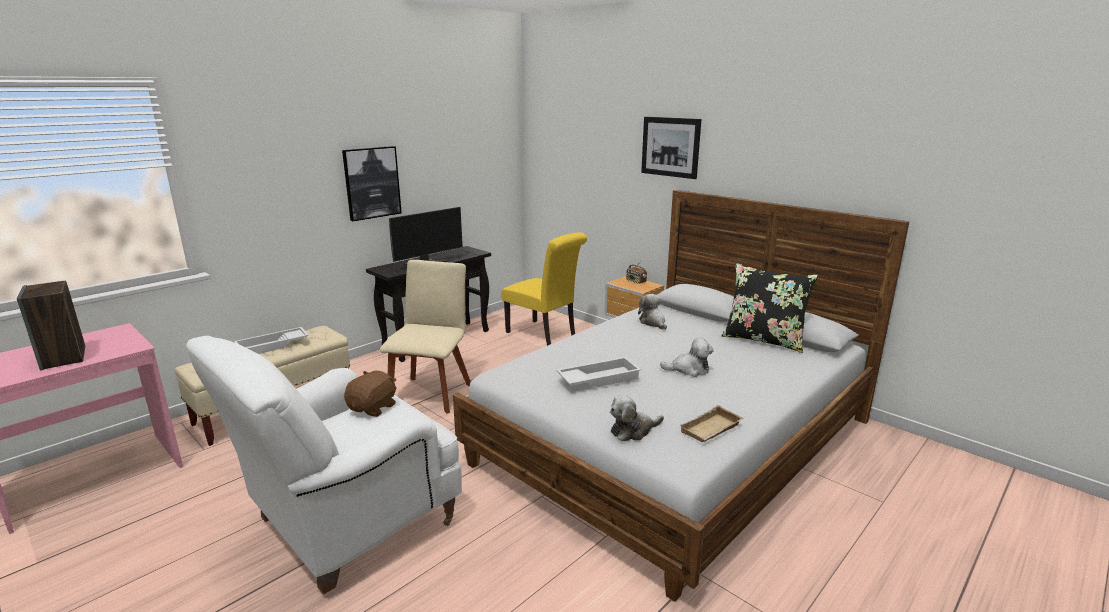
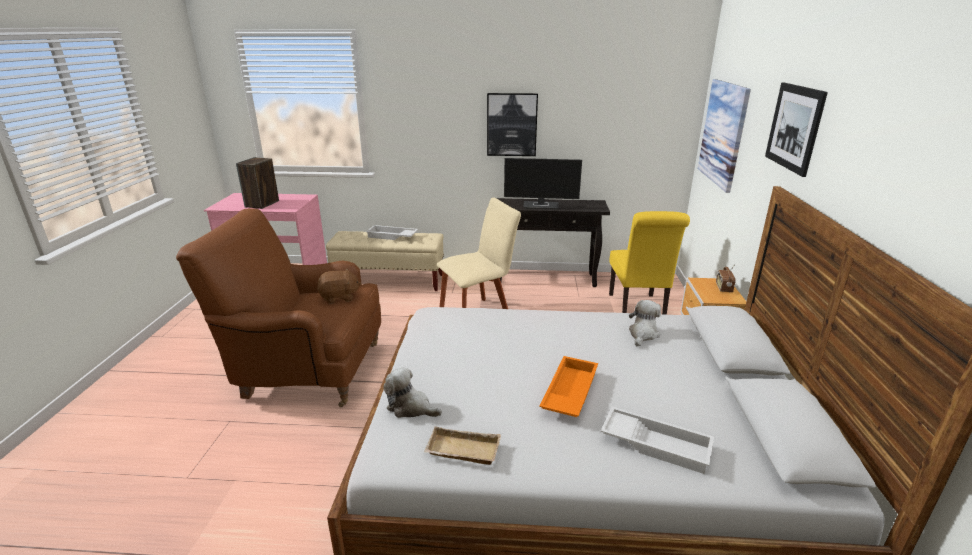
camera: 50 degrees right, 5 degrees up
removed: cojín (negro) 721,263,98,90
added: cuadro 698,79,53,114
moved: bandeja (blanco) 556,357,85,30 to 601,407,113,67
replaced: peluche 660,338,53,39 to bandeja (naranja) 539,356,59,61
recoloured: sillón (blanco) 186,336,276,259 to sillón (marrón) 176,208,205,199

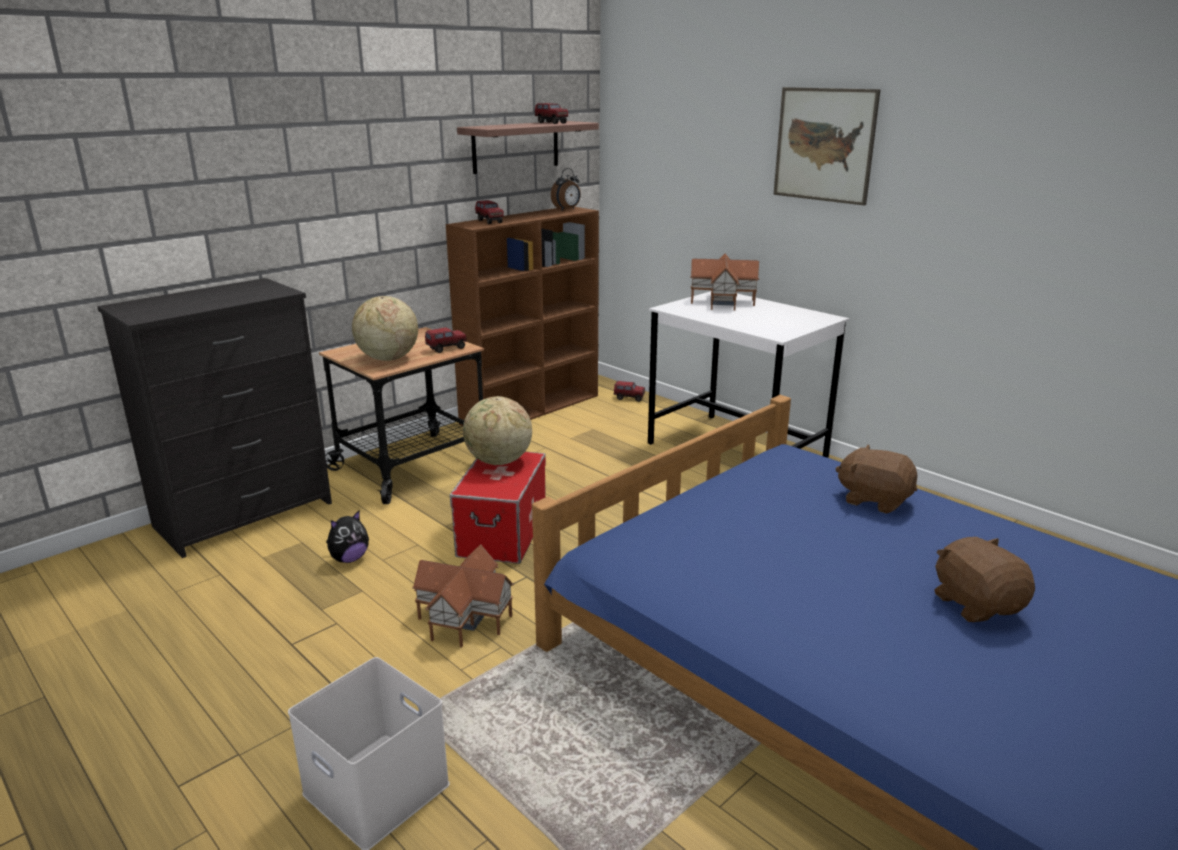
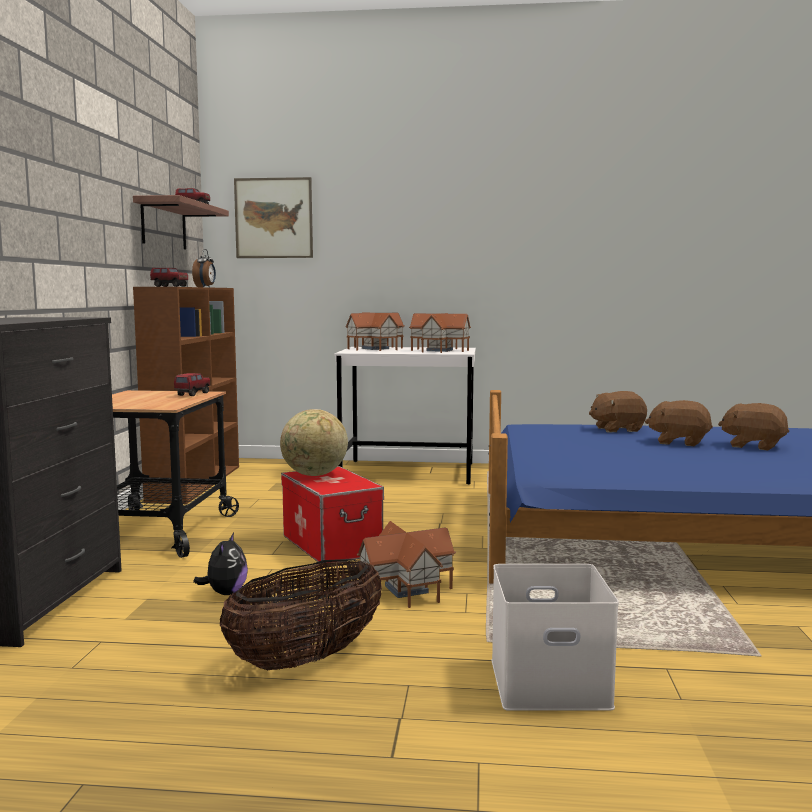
camera: 40 degrees left, 15 degrees down
removed: globo terráqueo 352,296,66,65; camión de juguete 614,381,31,21
added: cesta 220,559,162,111; casita 409,313,62,40; peluche (marrón) 645,400,68,46
moved: cuadro 774,87,107,119 to 234,177,79,81

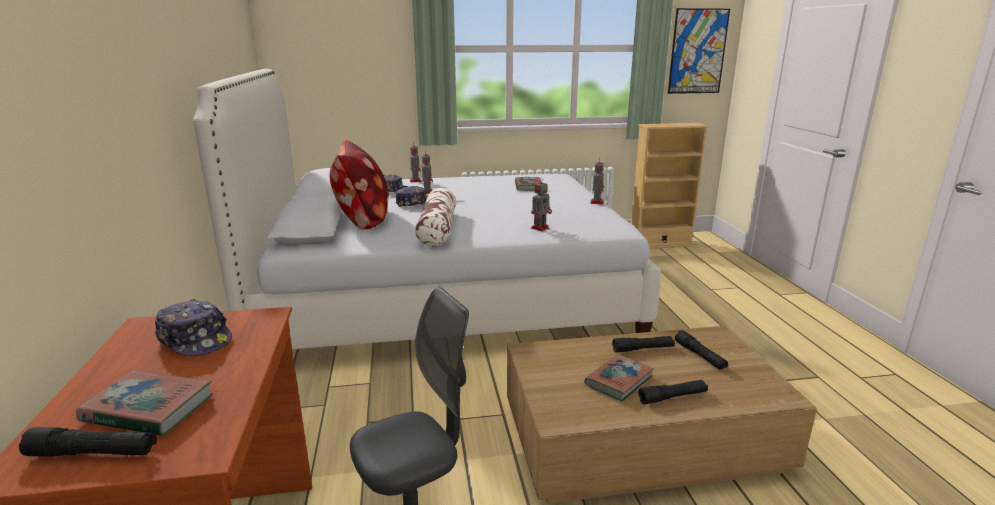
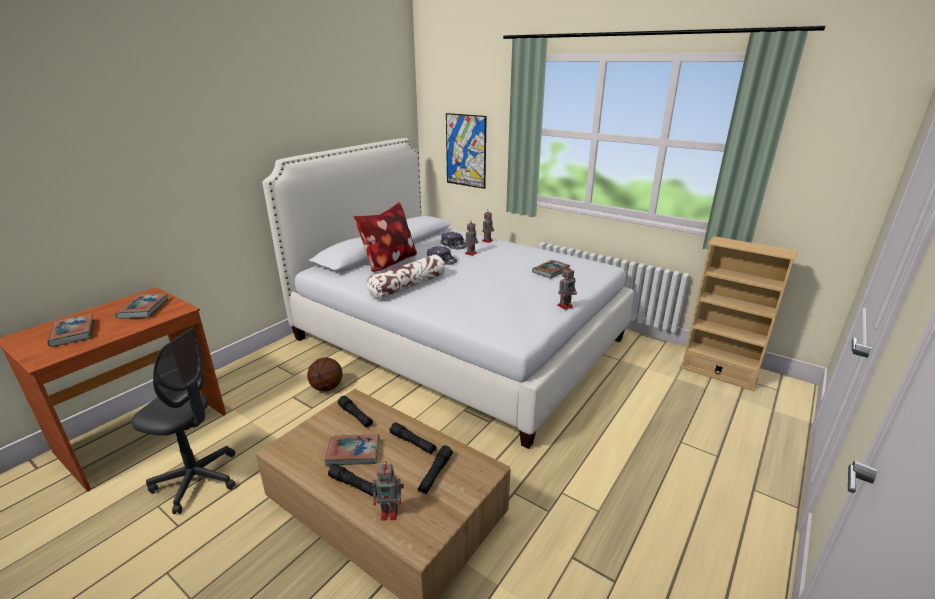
camera: 45 degrees right, 5 degrees up
added: balón de baloncesto 307,357,36,34
moved: linterna (negro) 19,427,138,30 to 338,396,35,32; robot de juguete 531,177,21,54 to 372,461,32,60; cuadro 668,8,62,86 to 446,113,41,76
replaced: gorra 155,299,77,57 to libro 116,293,52,26

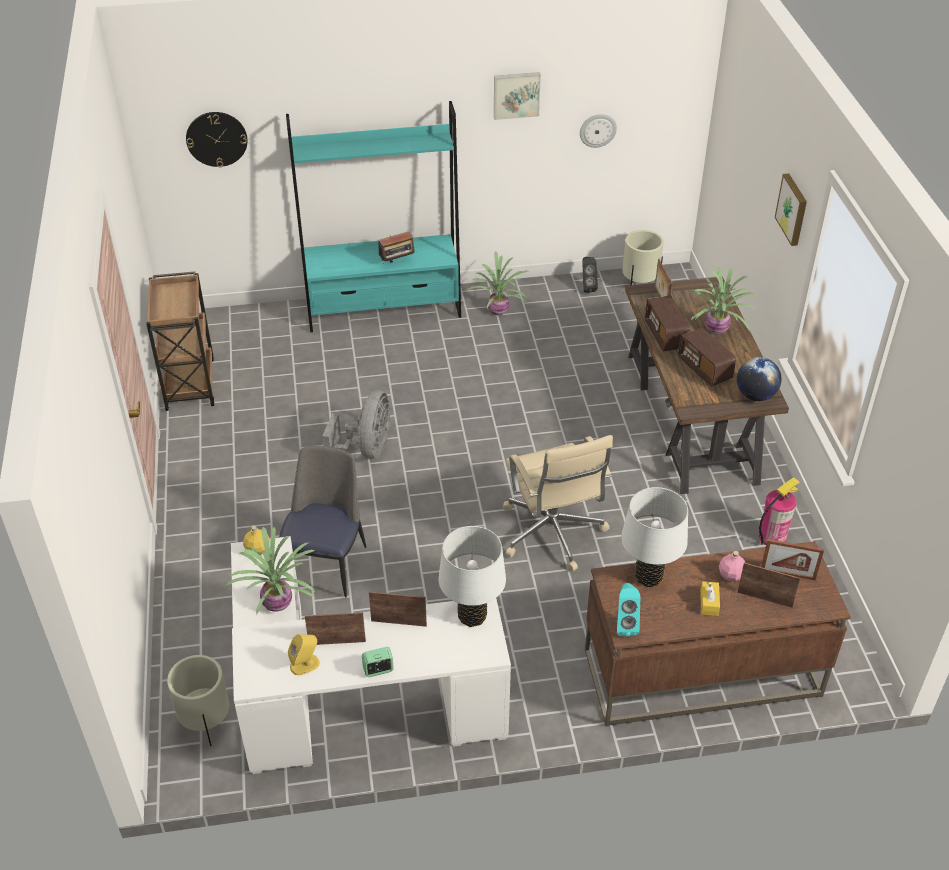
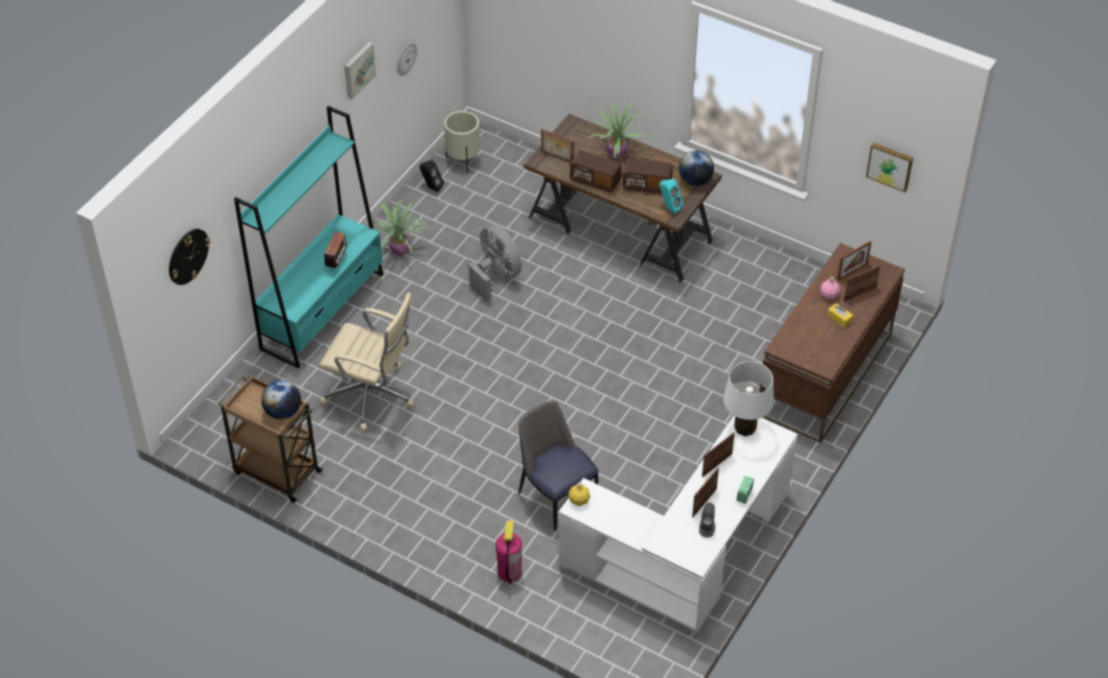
camera: 50 degrees left, 5 degrees up
removed: maceta (beis) 167,655,62,91; planta en maceta 224,527,92,88; lámpara de mesa (blanco) 621,487,67,100
added: globo terráqueo 261,380,40,39
moved: ventilador (gris) 322,390,69,68 to 469,224,53,78; silla de oficina (beis) 502,435,111,136 to 319,292,95,139; altavoz (turquesa) 617,583,23,54 to 659,179,24,35; extintor 759,478,41,67 to 495,520,27,64; cuadro 775,173,32,73 to 866,143,47,49
recoloured: altavoz (amarillo) 288,634,32,41 to altavoz (gris) 699,503,16,34

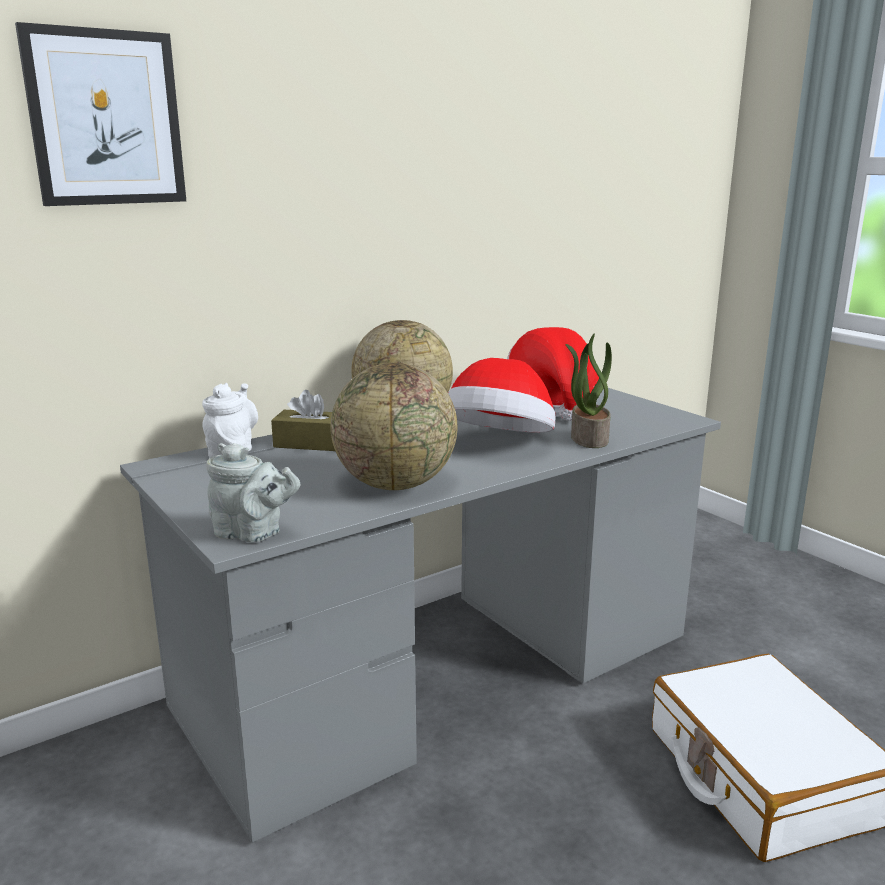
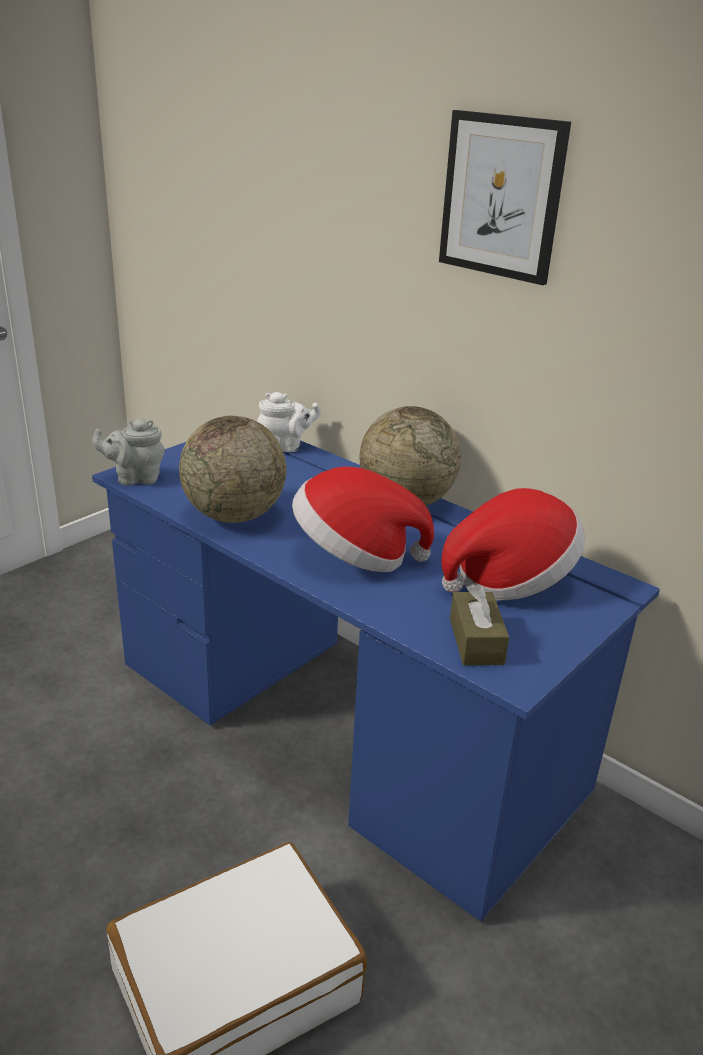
camera: 75 degrees right, 10 degrees up
removed: planta en maceta 566,334,46,114
moved: cuadro 15,22,171,184 to 439,110,132,175; caja de pañuelos (marrón) 271,390,64,61 to 450,584,59,82
recoloured: escritorio (gris) 120,388,601,455 to escritorio (azul) 92,440,568,482
turned: tetera (gris) 206,443,94,99 = 92,419,73,67 75 degrees clockwise

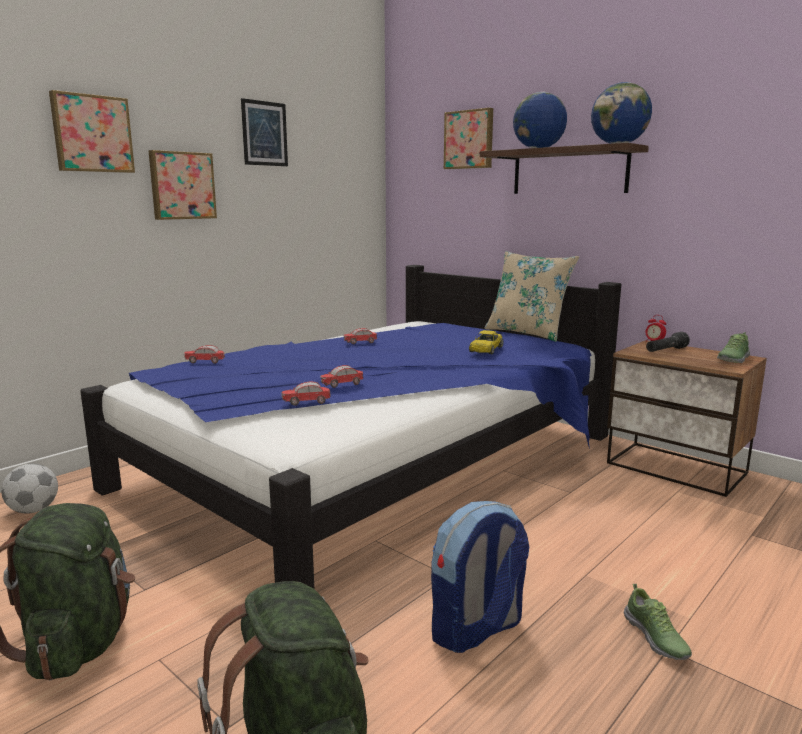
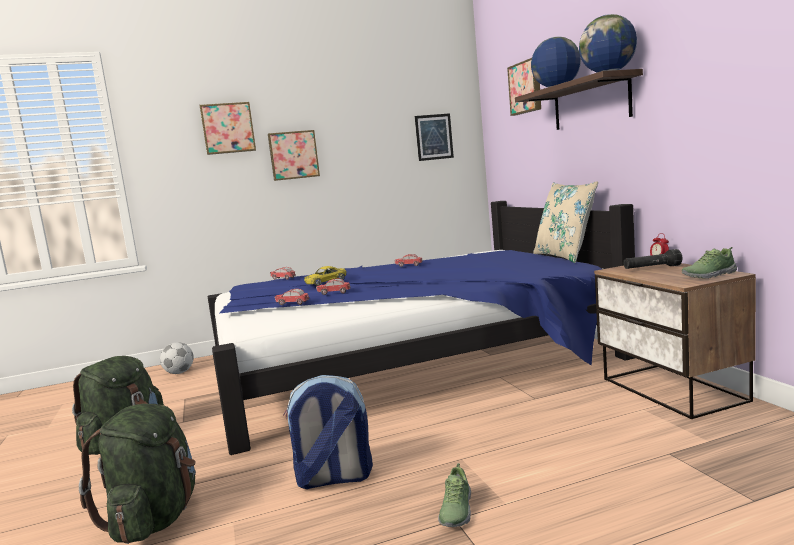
camera: 30 degrees right, 5 degrees down
moved: cuadro 241,98,47,68 to 415,113,39,48; coche de juguete (amarillo) 469,330,34,24 to 304,266,43,20

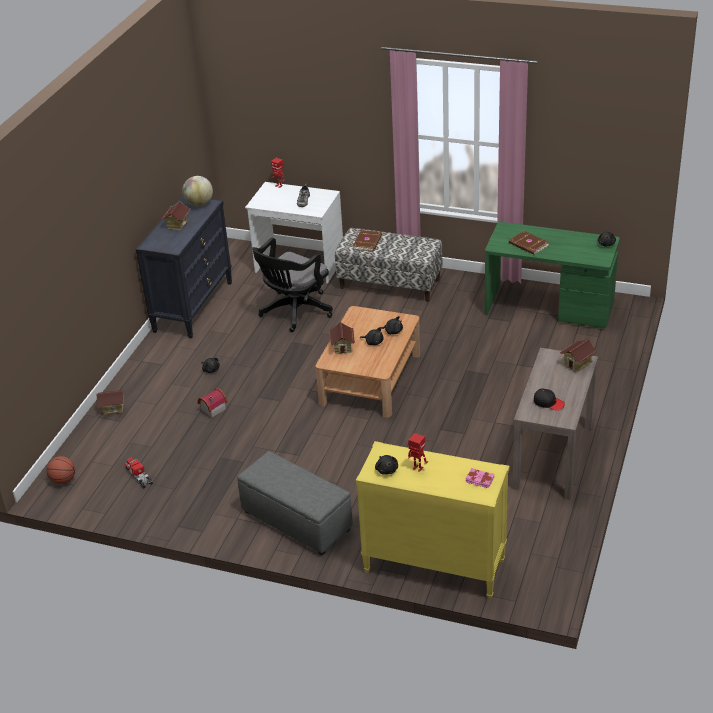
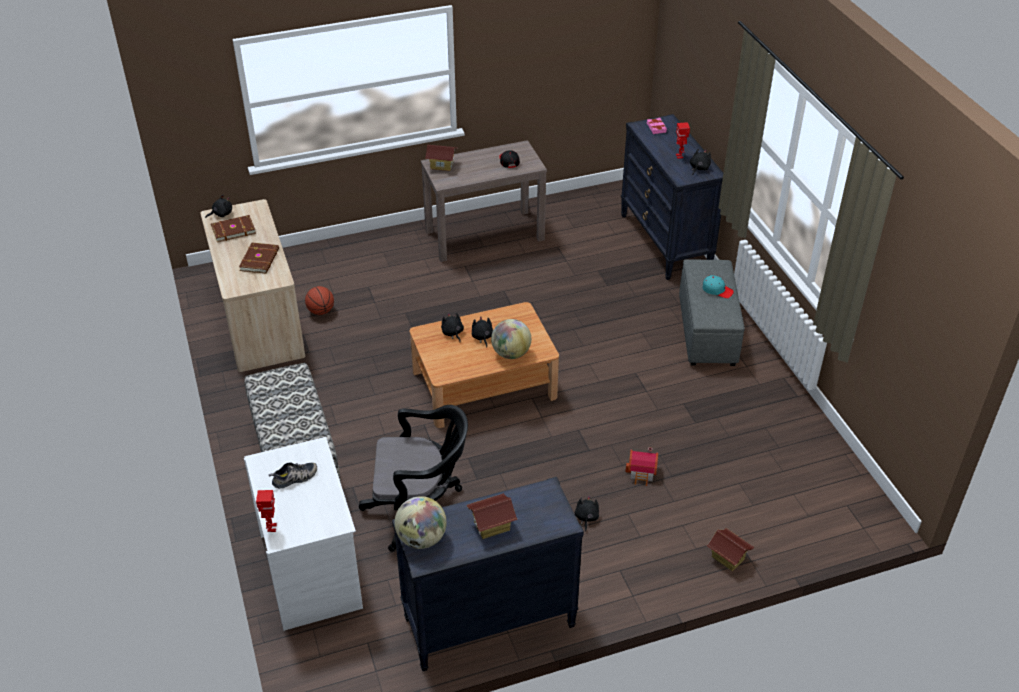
camera: 130 degrees left, 5 degrees up
removed: camión de juguete 125,458,28,31
added: gorra (turquesa) 702,275,32,23
moved: balón de baloncesto 47,456,28,28 to 305,286,29,29; libro (marrón) 353,230,29,22 to 211,215,45,27
replaced: casita 329,322,26,32 to globo terráqueo 491,319,40,40
recoloured: cómoda (amarillo) 356,441,153,158 to cómoda (negro) 621,114,102,166; escritorio (verde) 485,222,135,106 to escritorio (beis) 200,199,105,173

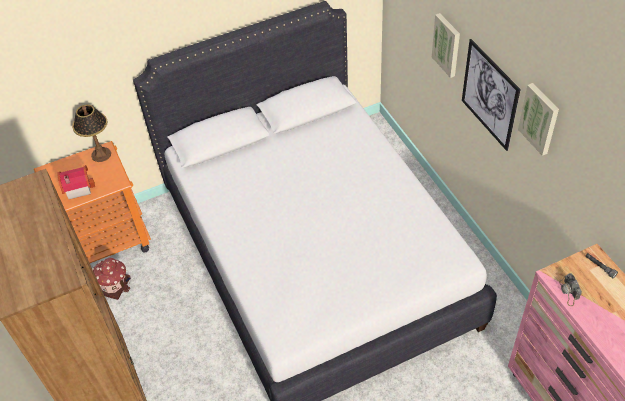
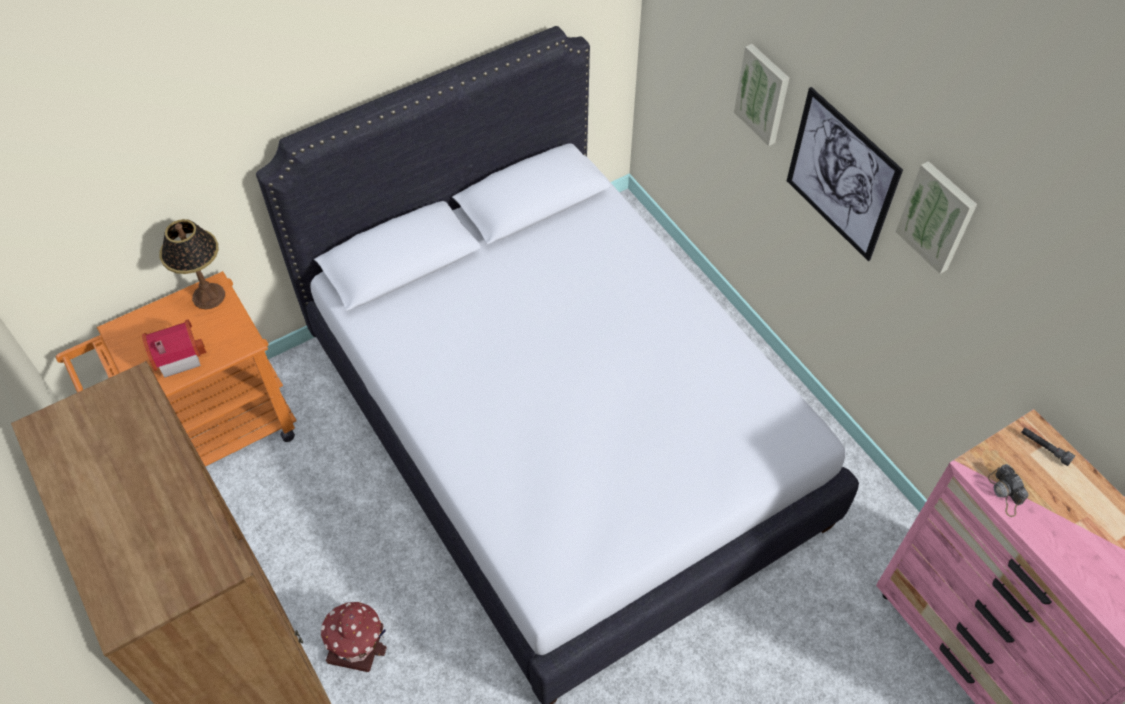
camera: 10 degrees left, 5 degrees up
moved: casita 92,258,39,42 to 321,602,66,70

